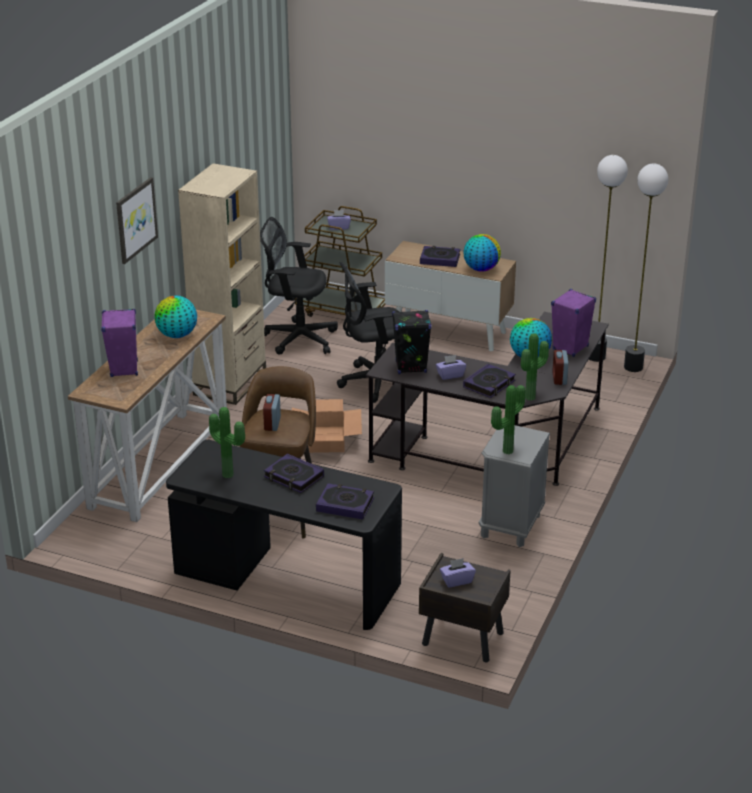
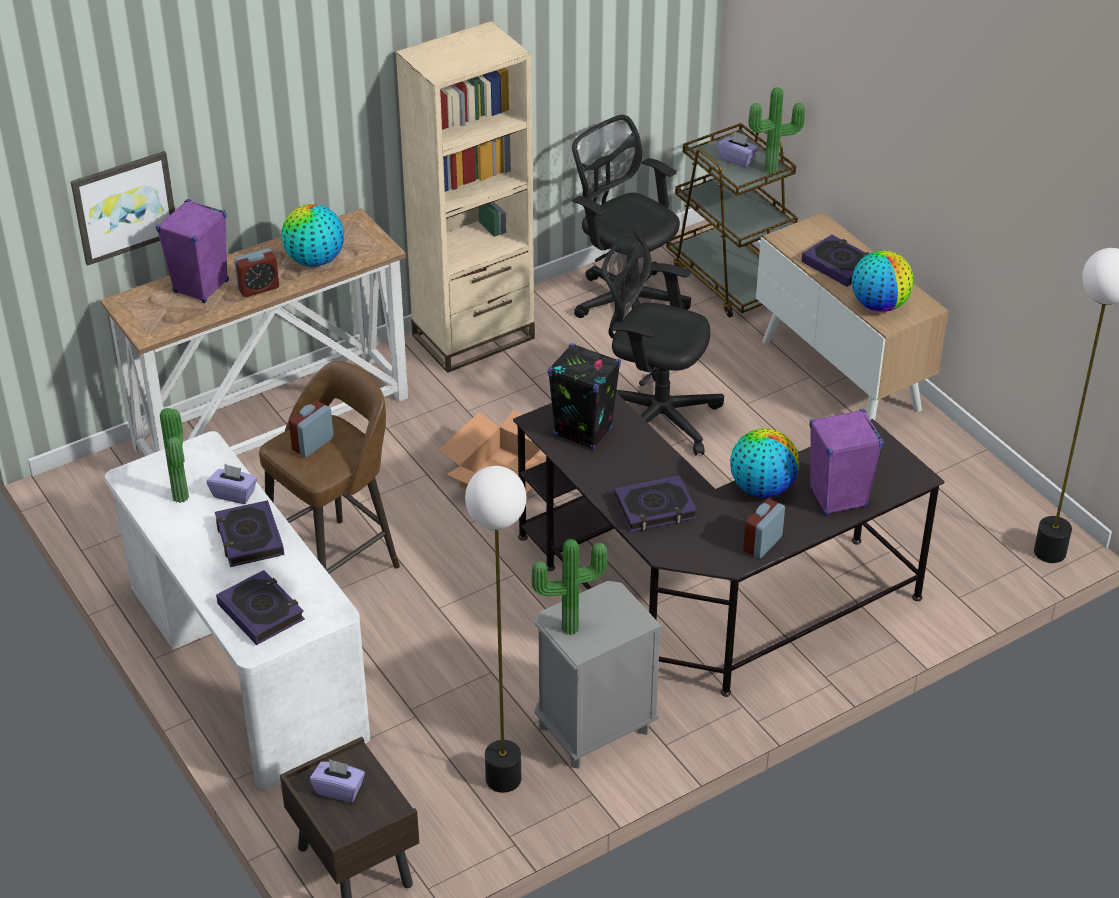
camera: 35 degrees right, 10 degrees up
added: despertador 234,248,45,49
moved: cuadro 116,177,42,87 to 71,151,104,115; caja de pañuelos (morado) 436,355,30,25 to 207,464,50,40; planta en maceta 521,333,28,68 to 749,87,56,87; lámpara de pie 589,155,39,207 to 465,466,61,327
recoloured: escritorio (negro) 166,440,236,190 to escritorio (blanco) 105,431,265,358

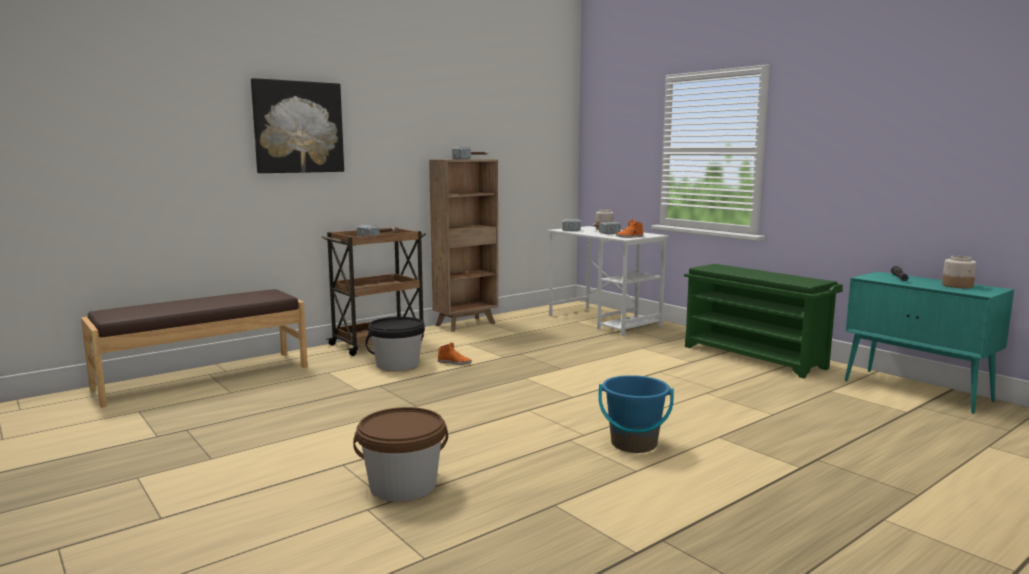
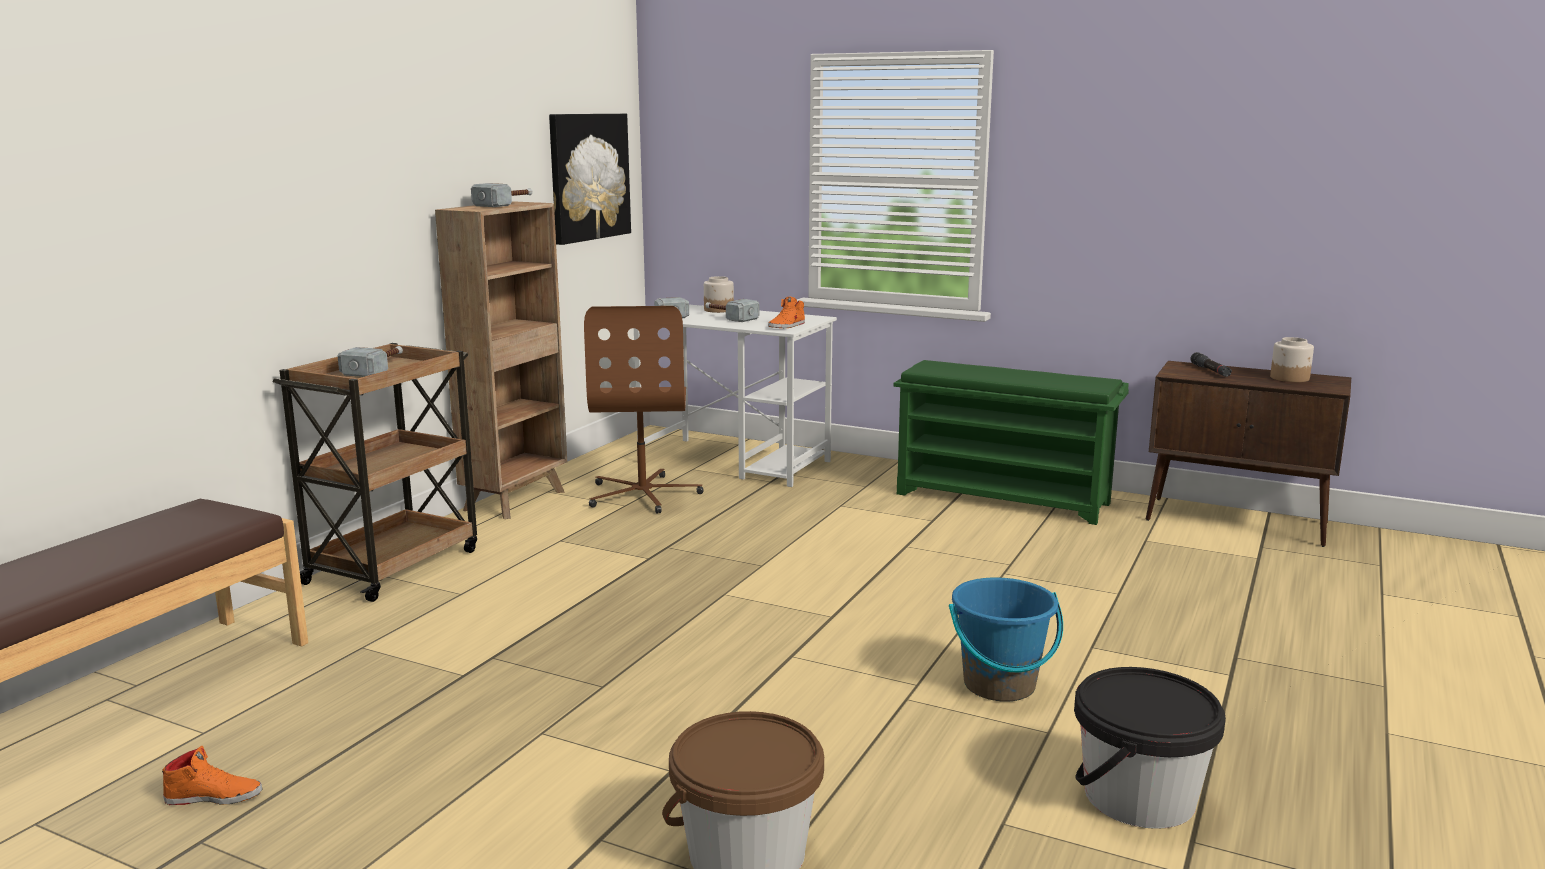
camera: 25 degrees left, 5 degrees up
added: silla de oficina (marrón) 584,306,119,208
moved: cuadro 251,78,93,95 to 549,114,82,131; cubo (negro) 365,317,60,54 to 1074,667,152,162; zapato (naranja) 438,342,34,23 to 162,746,100,59
recoloured: armario (turquesa) 845,272,169,142 to armario (marrón) 1146,361,205,186

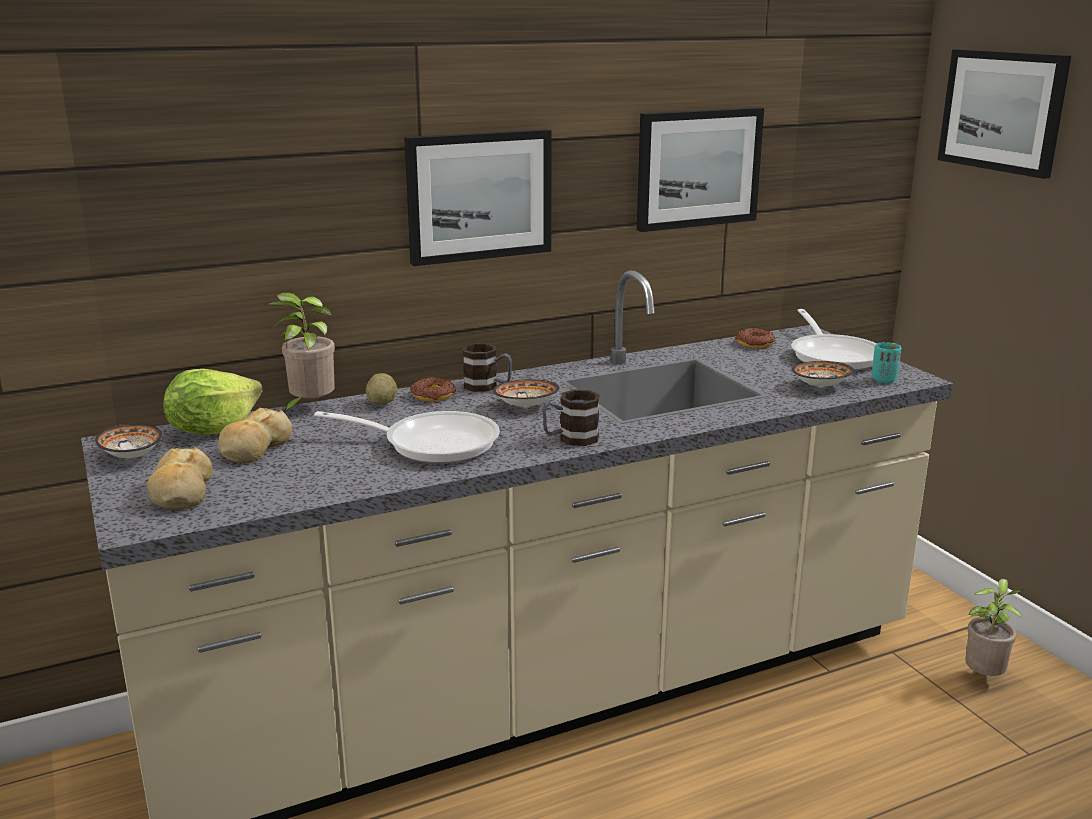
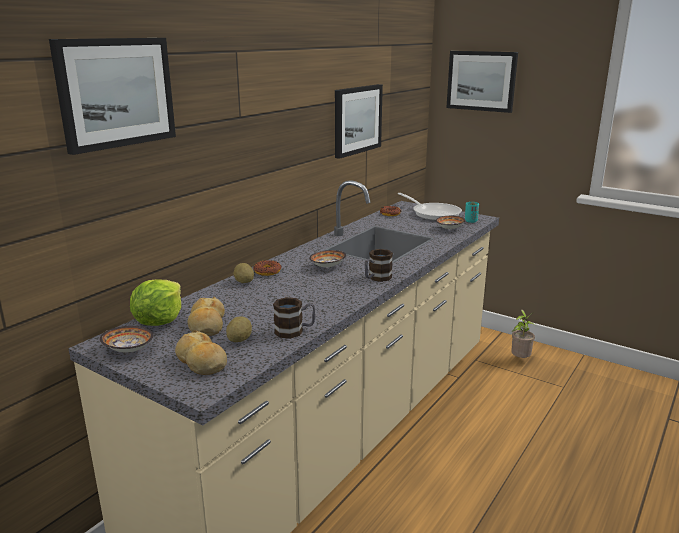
camera: 30 degrees left, 0 degrees up
removed: planta en maceta 266,292,69,120; sartén 314,411,186,53
added: patata 226,316,26,26
moved: cuadro 404,129,148,137 to 49,38,127,117; taza grande 463,343,49,49 to 273,297,42,42

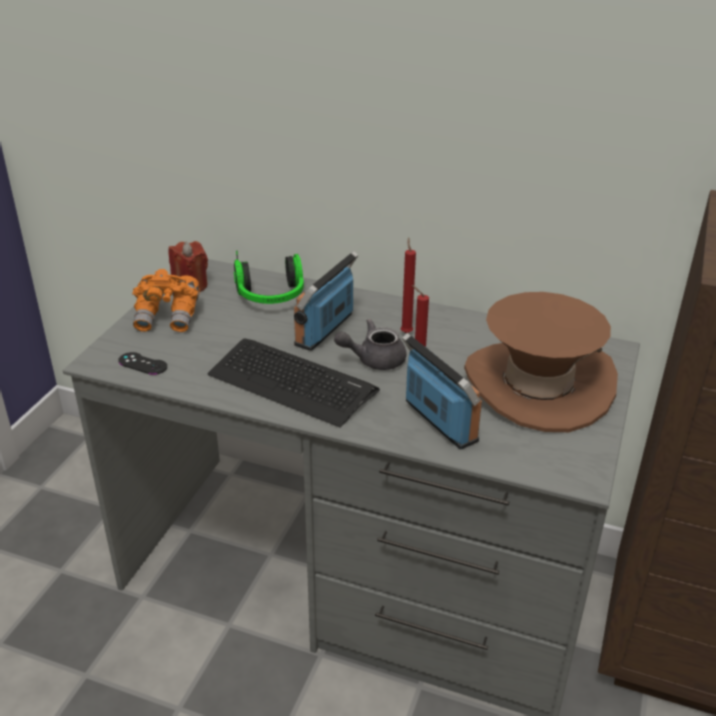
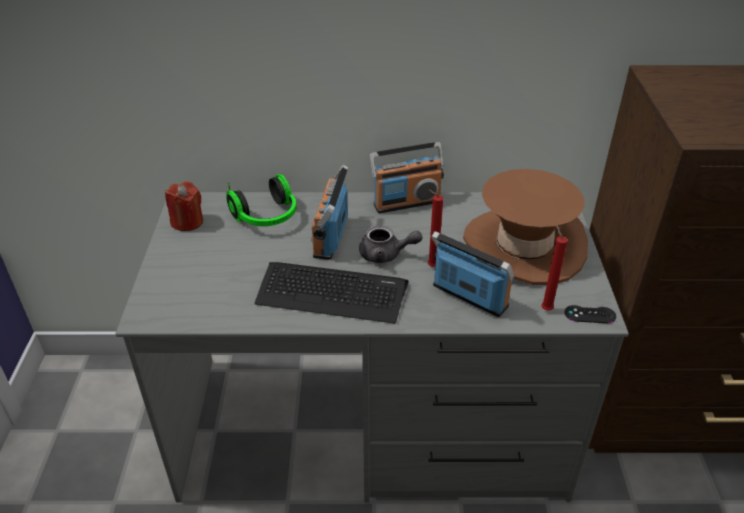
camera: 20 degrees left, 5 degrees up
removed: prismáticos (naranja) 132,269,68,63
added: radio 370,142,74,71
moved: mando de consola (negro) 118,352,49,23 to 565,305,51,18; vela (rojo) 401,237,15,96 to 541,225,27,86
turned: tetera (gris) 334,319,72,51 = 359,226,63,37 135 degrees counterclockwise

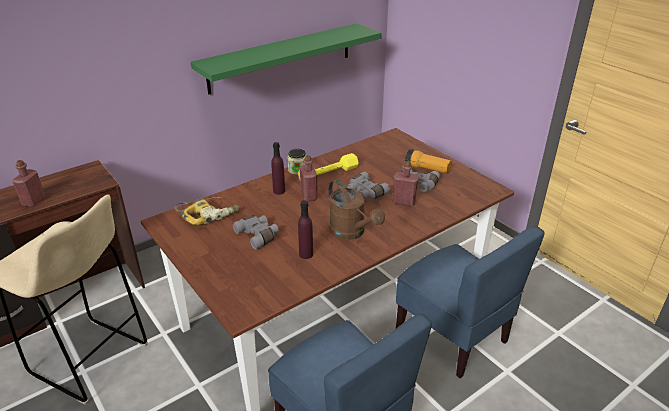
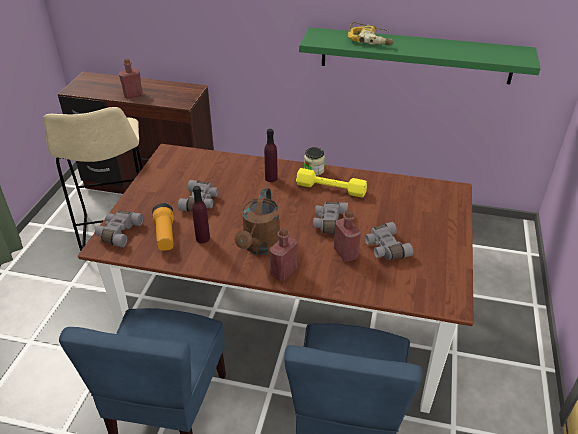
camera: 50 degrees right, 5 degrees up
added: prismáticos (gris) 95,211,48,36
moved: taladro 175,197,65,28 to 348,22,46,23; botella (rojo) 300,155,18,46 to 269,227,28,54; linterna 405,149,46,24 to 152,203,22,48

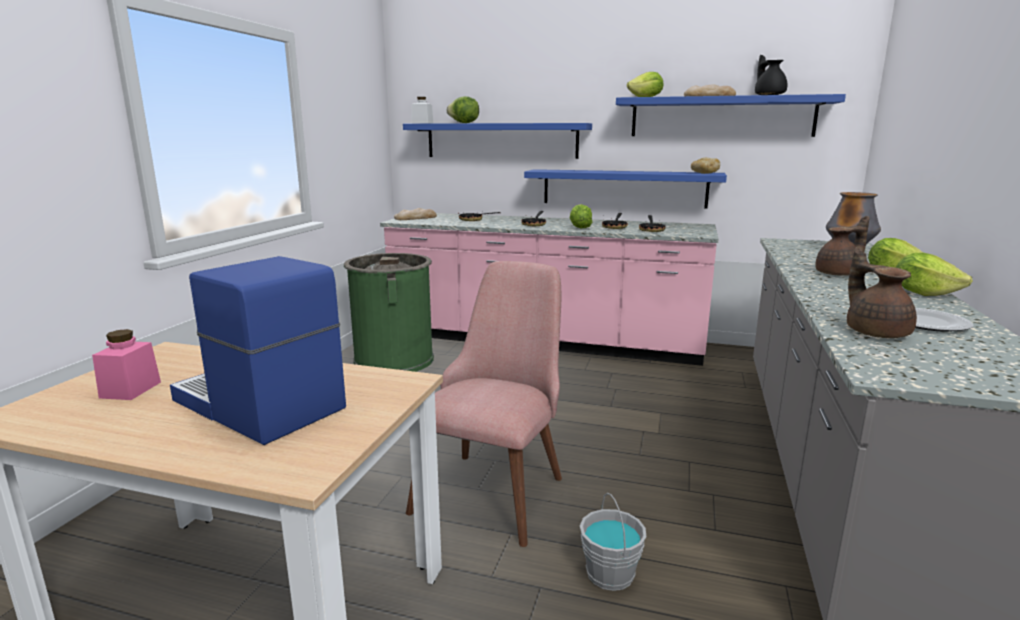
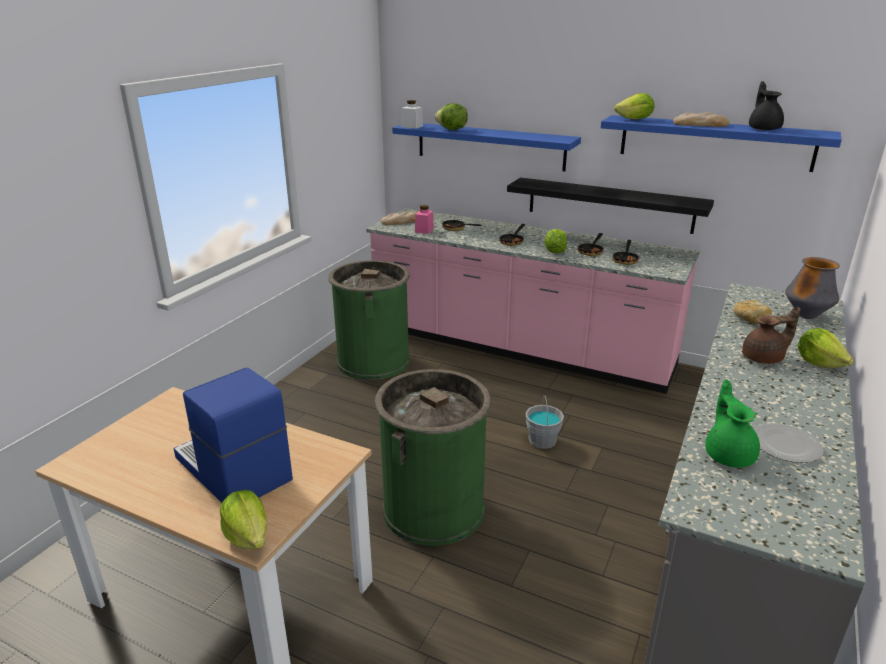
camera: 10 degrees right, 10 degrees up
moved: tarro (rosa) 92,329,69,71 to 415,205,19,29; cubo (gris) 580,493,67,98 to 526,395,38,54; pan 691,158,29,16 to 733,300,39,24; lechuga 896,253,77,43 to 220,490,47,59
replaced: silla (rosa) 406,261,156,286 to papelera (verde) 375,369,116,177
recoloured: estante (azul) 524,169,203,40 to estante (negro) 507,178,207,56; tetera (marrón) 847,247,70,91 to tetera (verde) 705,379,55,89

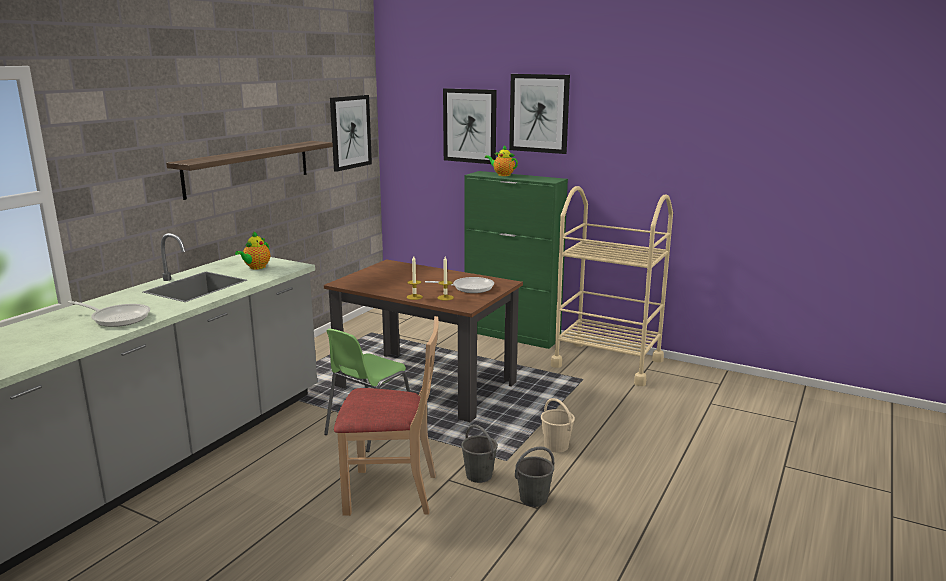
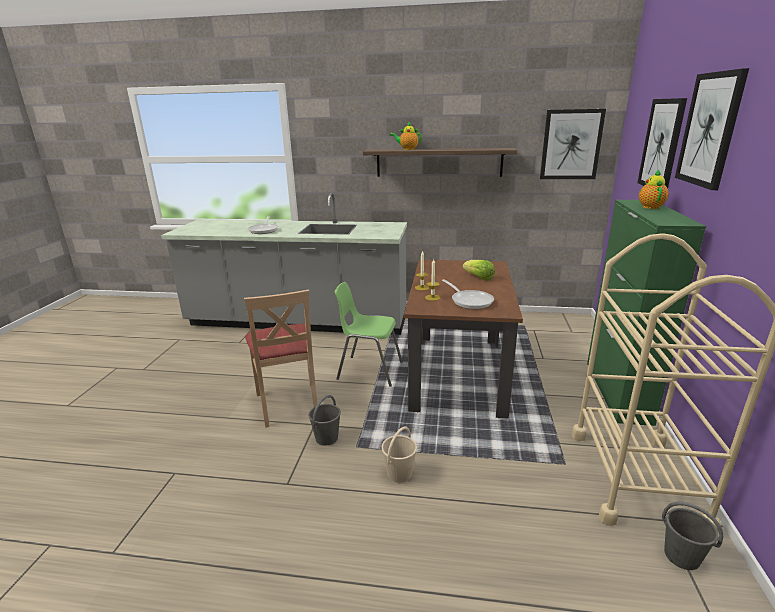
camera: 70 degrees right, 5 degrees up
added: lechuga 462,260,33,21
moved: tetera 235,231,35,38 to 390,122,32,28; cubo (gris) 515,446,39,61 to 662,502,61,68

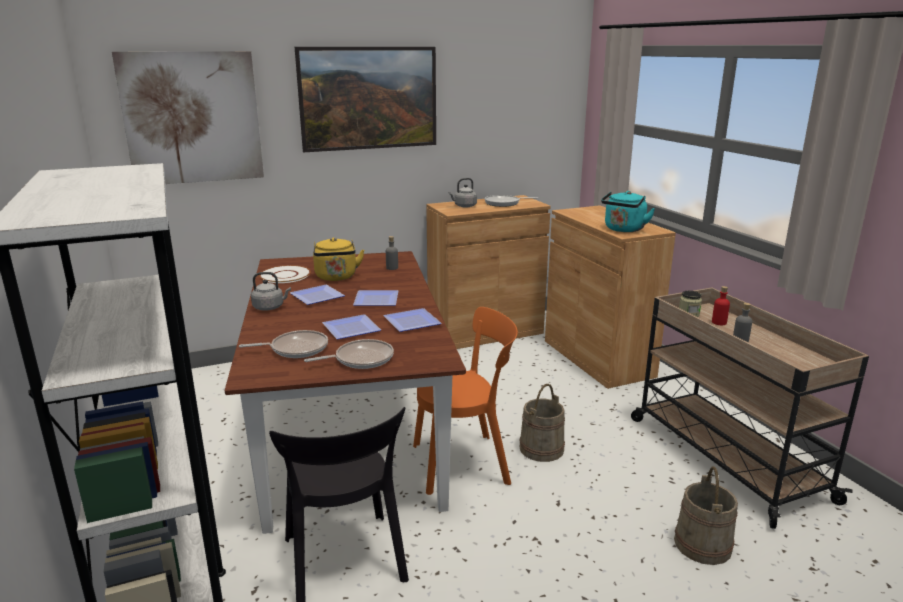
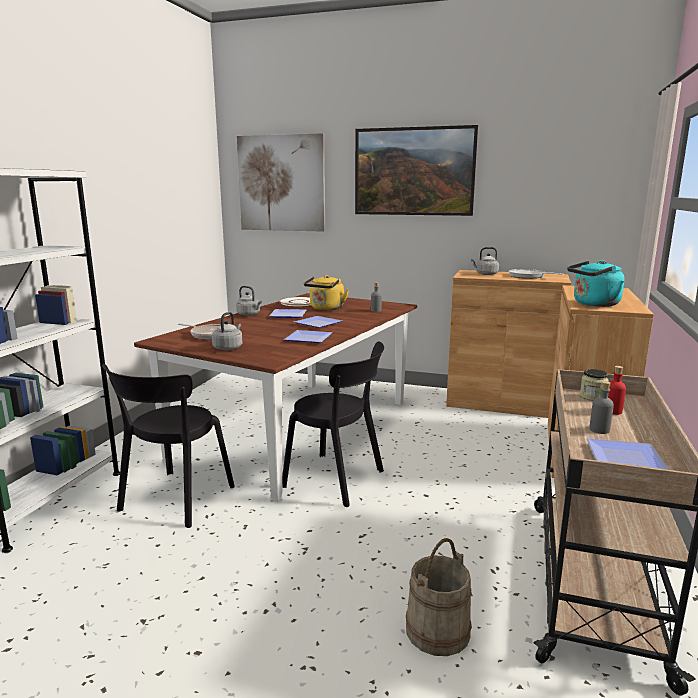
camera: 40 degrees right, 5 degrees down
removed: cubo (beis) 519,384,46,78
moved: plato 322,314,59,25 to 587,438,82,32
replaced: sartén 304,339,90,30 to hervidor (gris) 212,312,30,38
recoloured: silla (naranja) 413,307,105,188 to silla (negro) 282,341,102,166

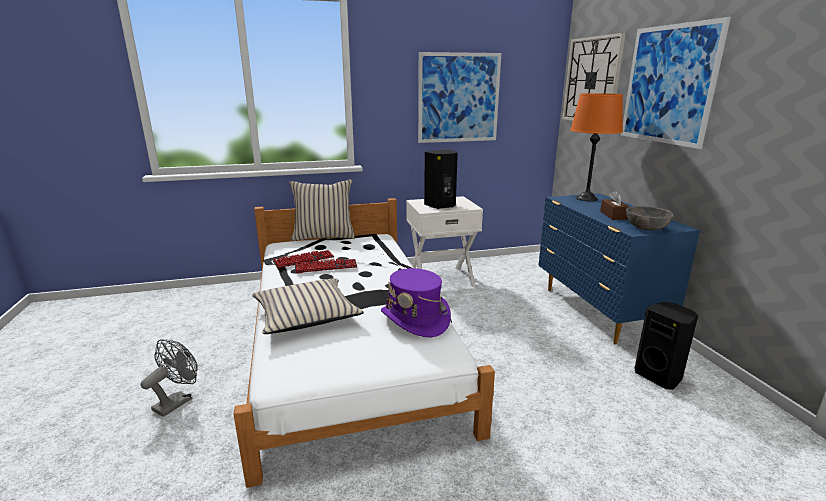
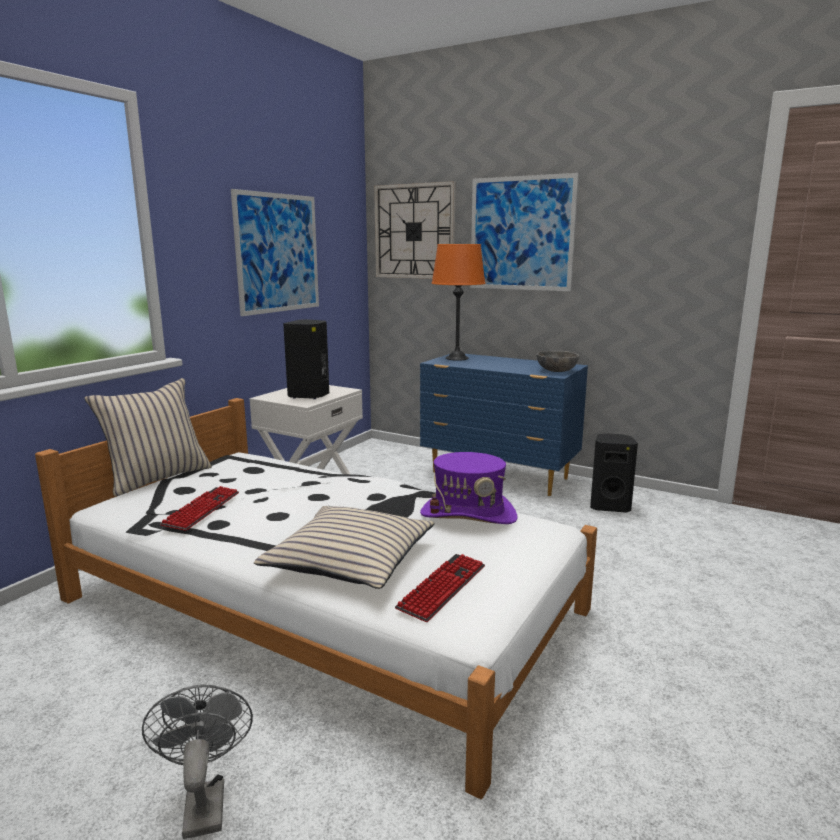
camera: 45 degrees left, 5 degrees down
removed: caja de pañuelos (marrón) 600,191,29,29
moved: teclado 295,259,62,14 to 395,554,90,68

